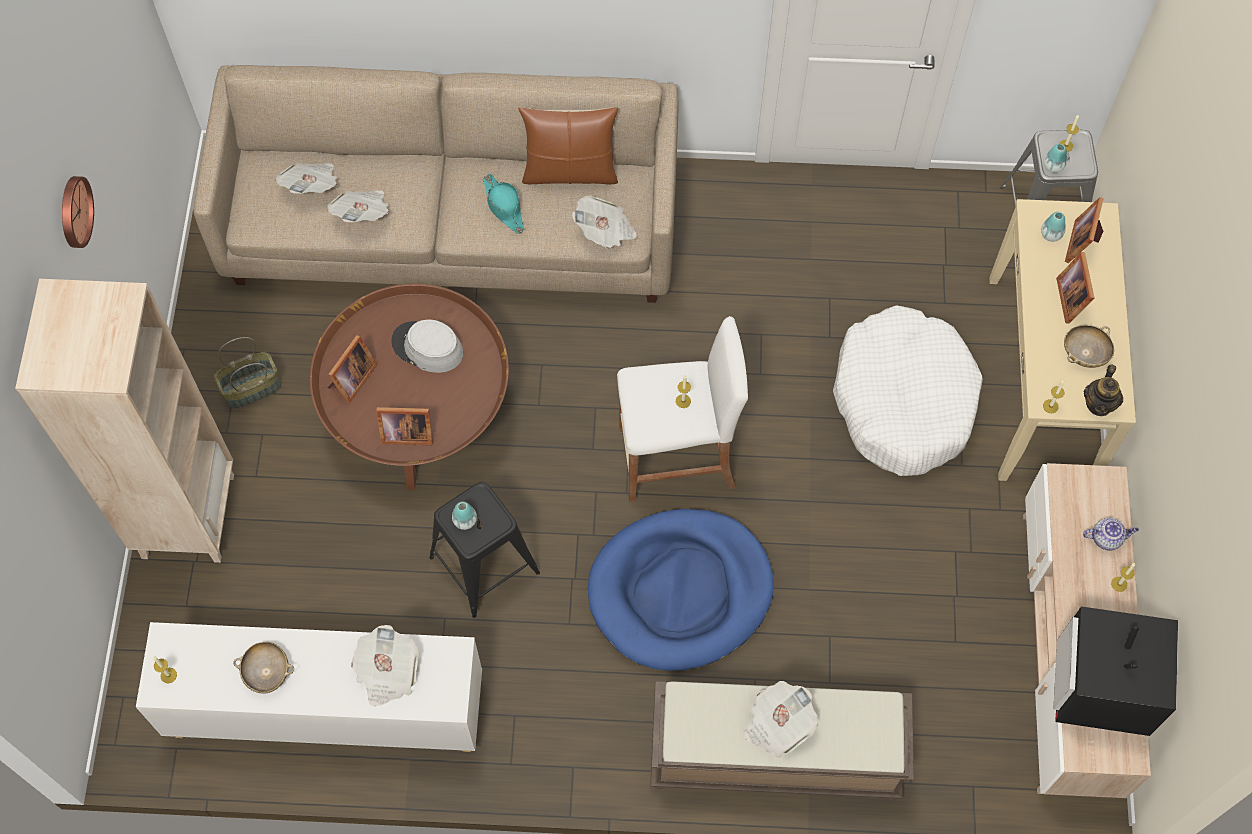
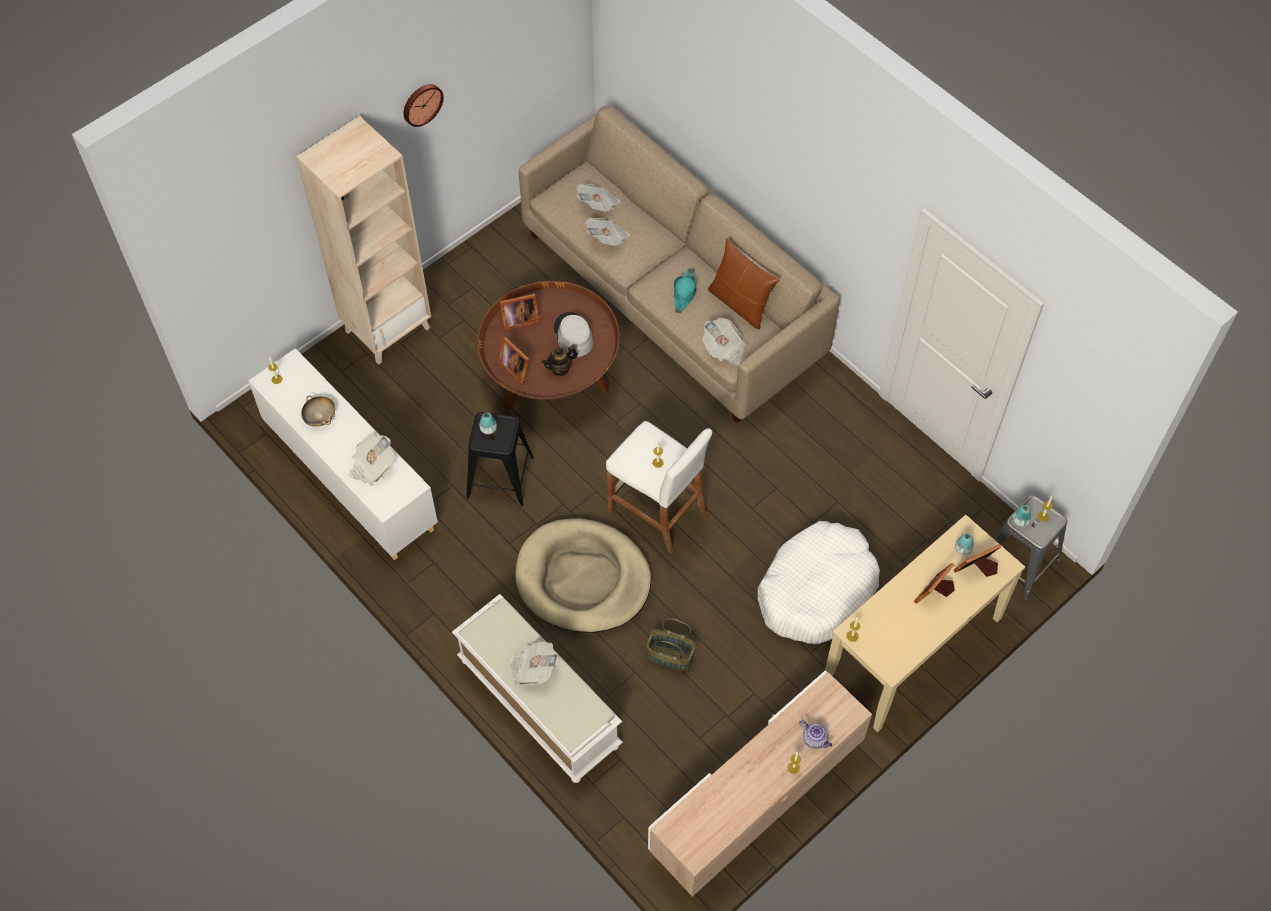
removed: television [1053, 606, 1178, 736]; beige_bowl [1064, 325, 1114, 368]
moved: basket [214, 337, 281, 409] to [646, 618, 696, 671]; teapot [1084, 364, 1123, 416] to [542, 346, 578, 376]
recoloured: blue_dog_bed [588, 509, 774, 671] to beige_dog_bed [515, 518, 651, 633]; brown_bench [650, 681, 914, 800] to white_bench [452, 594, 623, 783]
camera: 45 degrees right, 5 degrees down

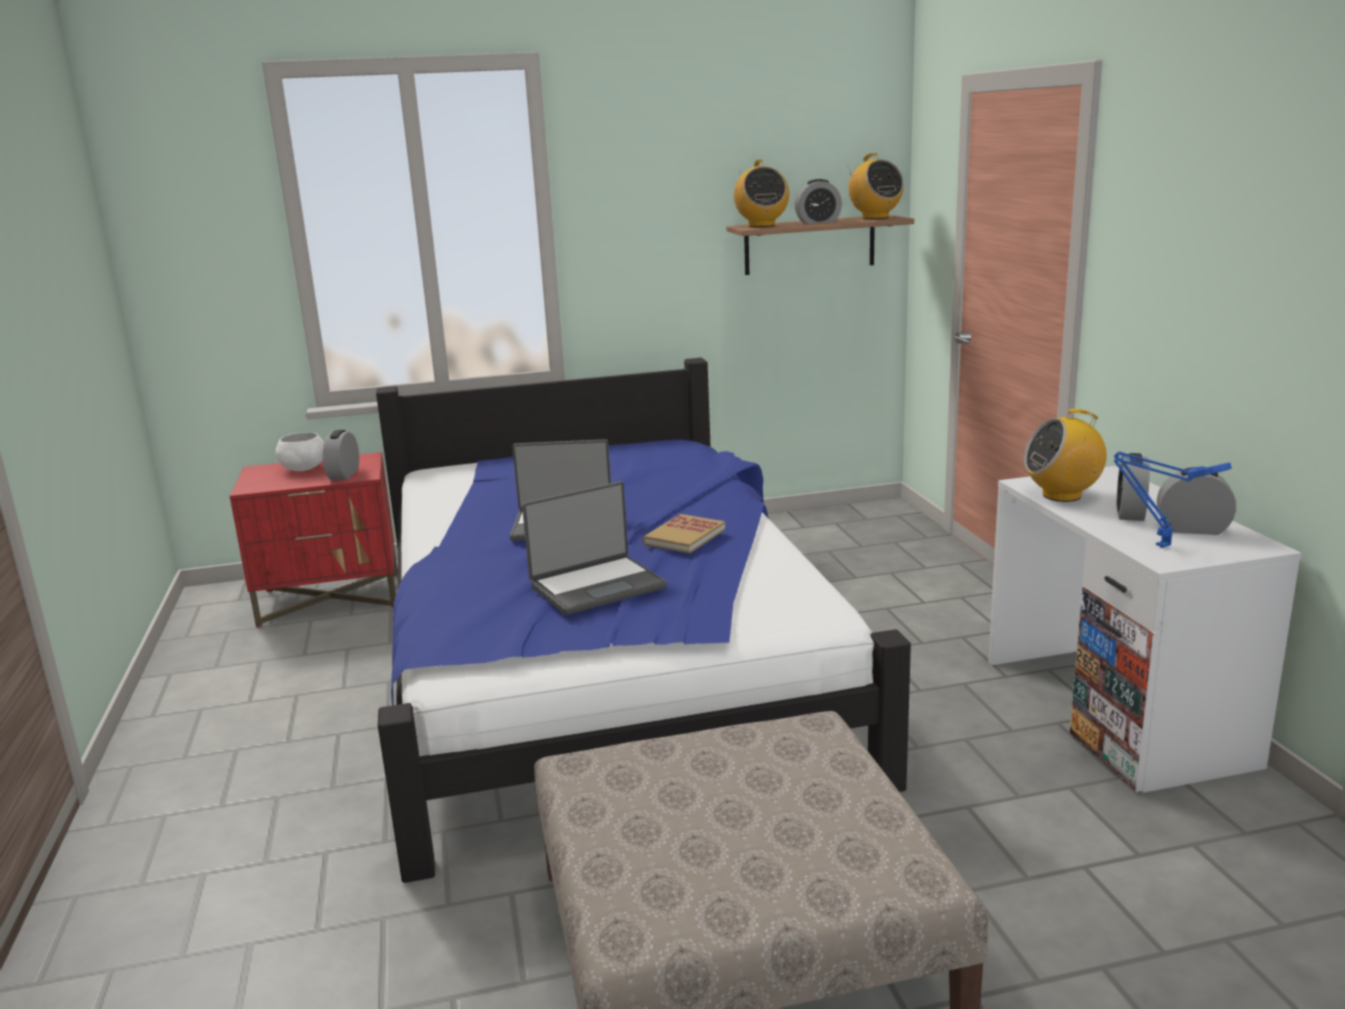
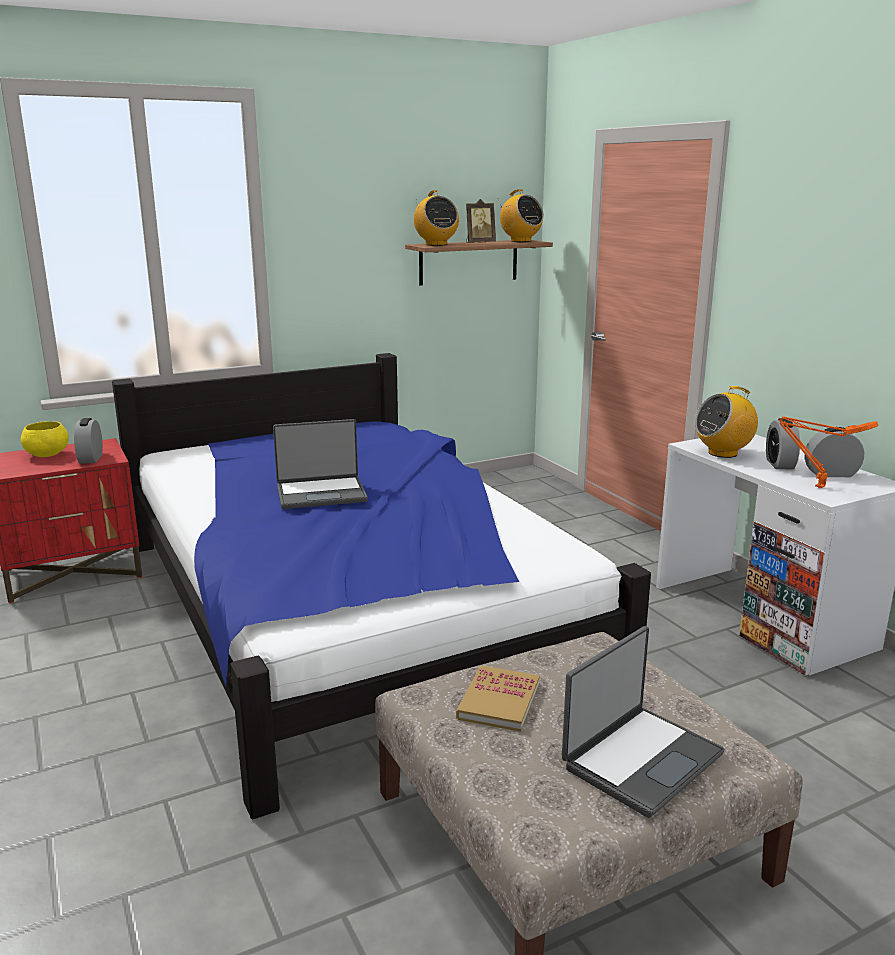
moved: laptop [522, 481, 667, 615] to [562, 626, 724, 818]; book [643, 514, 725, 554] to [456, 665, 540, 732]
replaced: alarm_clock [795, 179, 842, 224] to picture_frame [466, 199, 496, 243]
recoloured: white_bowl [276, 432, 324, 471] to yellow_bowl [21, 421, 69, 457]; blue_table_lamp [1114, 452, 1232, 548] to orange_table_lamp [779, 417, 878, 488]
camera: 15 degrees left, 0 degrees up

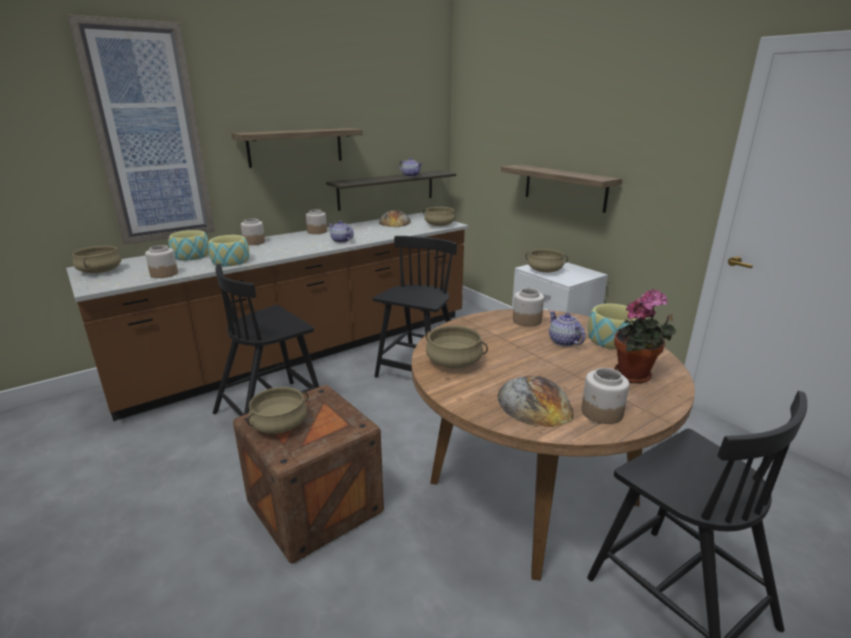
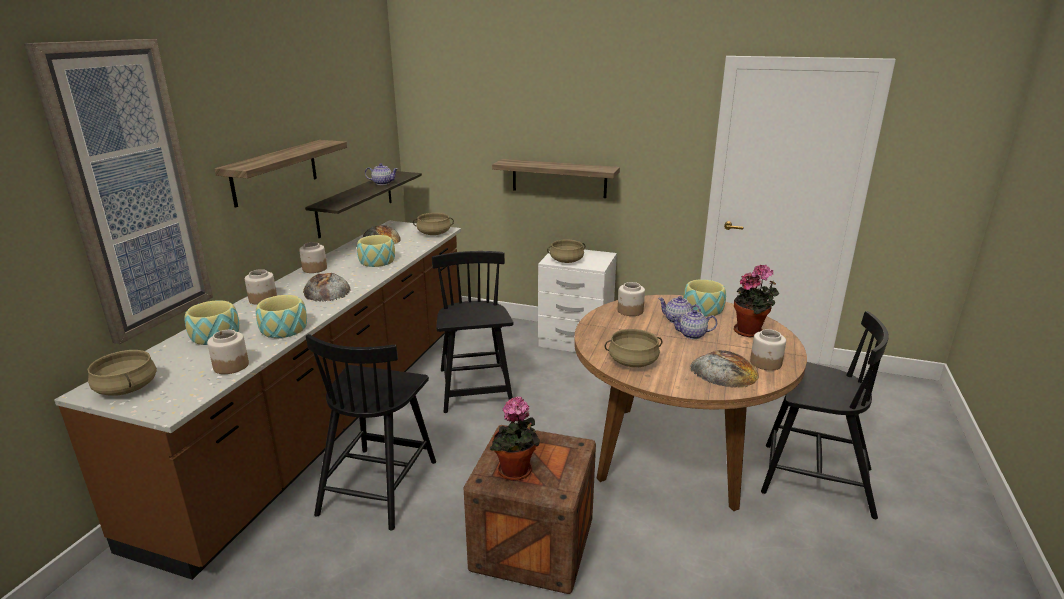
added: bread [303, 273, 351, 302]; bowl [357, 235, 395, 267]
moved: teapot [329, 221, 354, 243] to [671, 310, 717, 339]
replaced: beige_cooking_pot [247, 387, 308, 434] to potted_plant [490, 397, 540, 481]
camera: 35 degrees left, 0 degrees up

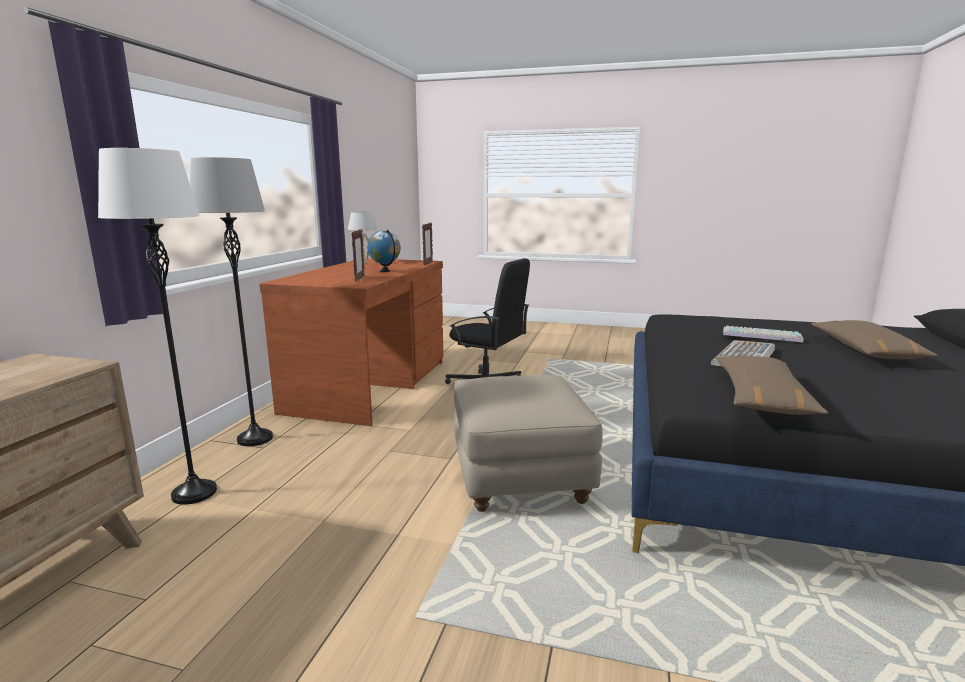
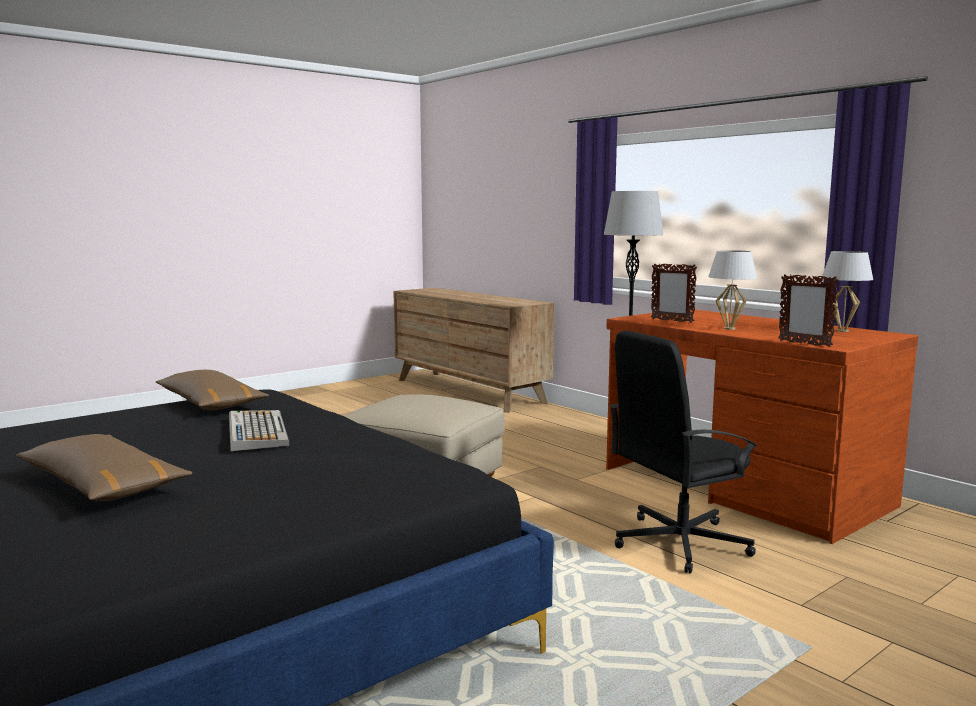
removed: white_floor_lamp [98, 148, 217, 505]; keyboard [723, 326, 804, 343]
replaced: globe [367, 230, 401, 272] to white_table_lamp [708, 250, 757, 330]
camera: 125 degrees right, 5 degrees down

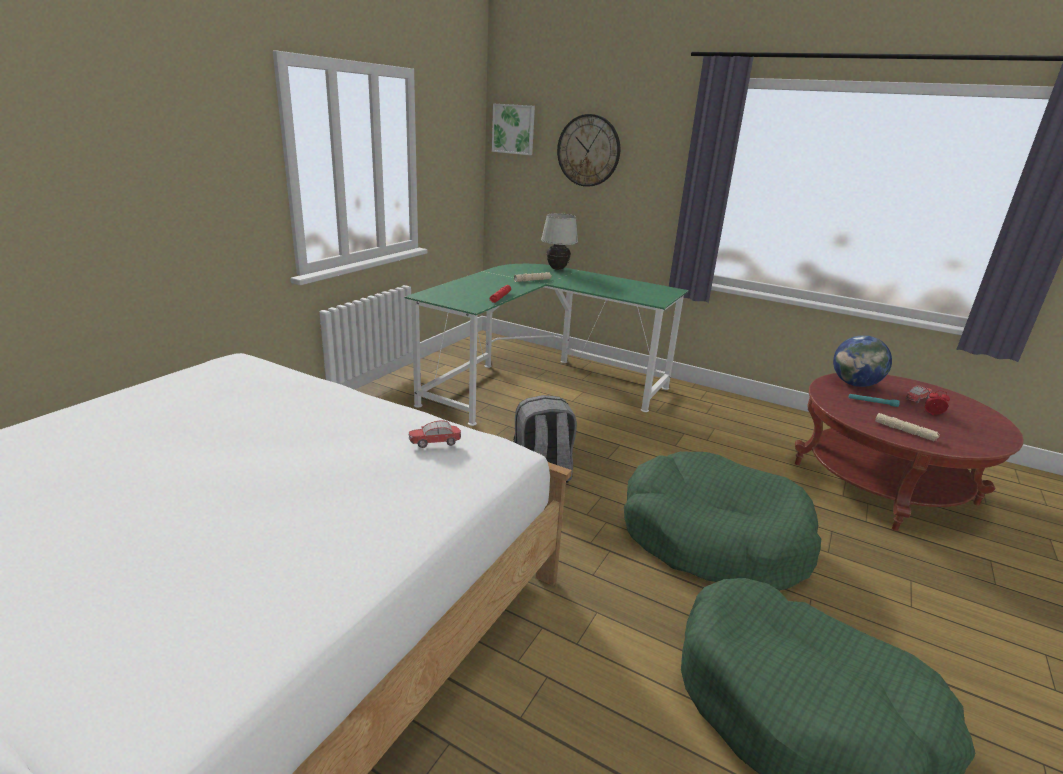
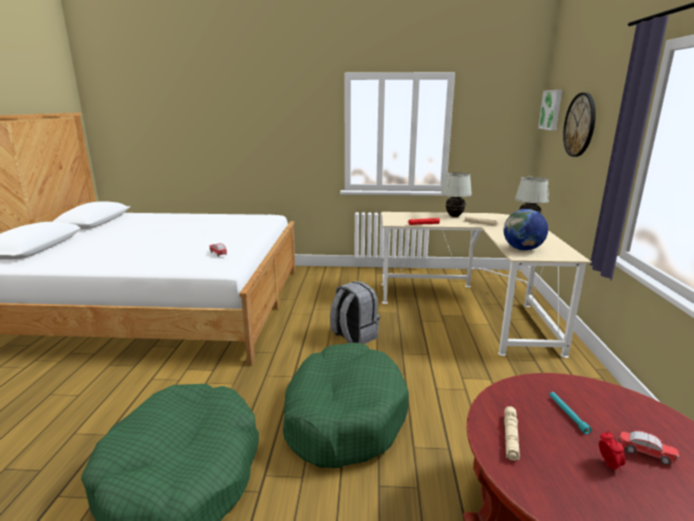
added: white_table_lamp [441, 172, 472, 217]
moved: globe [833, 335, 892, 387] to [504, 209, 548, 250]
recoloured: green_desk [404, 264, 689, 426] to beige_desk [381, 212, 592, 358]
camera: 65 degrees right, 5 degrees down

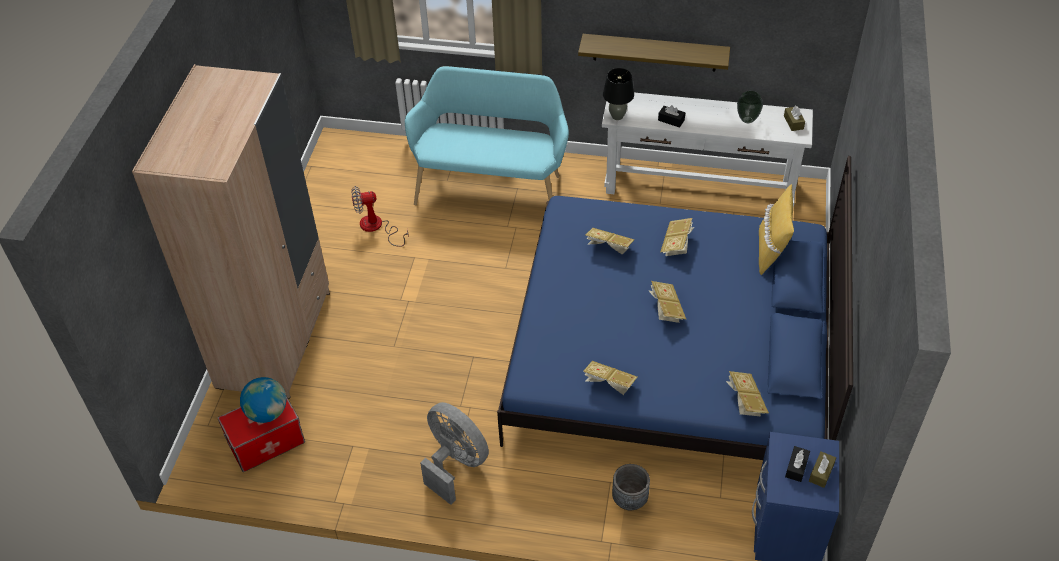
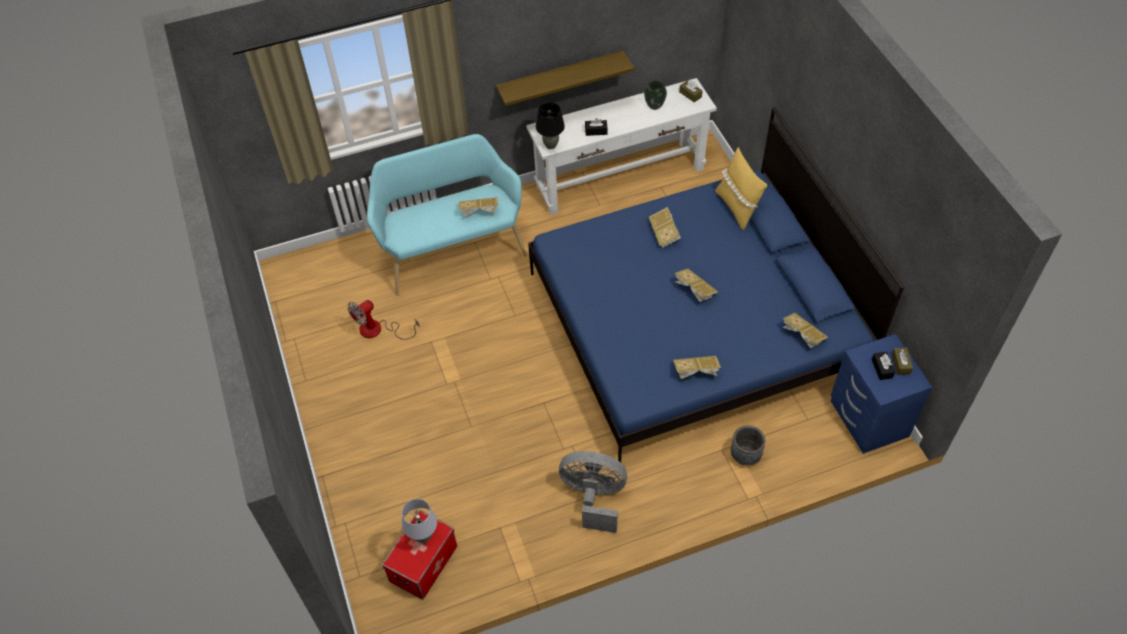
removed: beige_wardrobe [132, 64, 330, 399]
moved: book [585, 228, 634, 255] to [459, 197, 498, 217]
replaced: globe [240, 377, 286, 423] to grey_table_lamp [402, 499, 437, 543]
camera: 30 degrees left, 5 degrees up

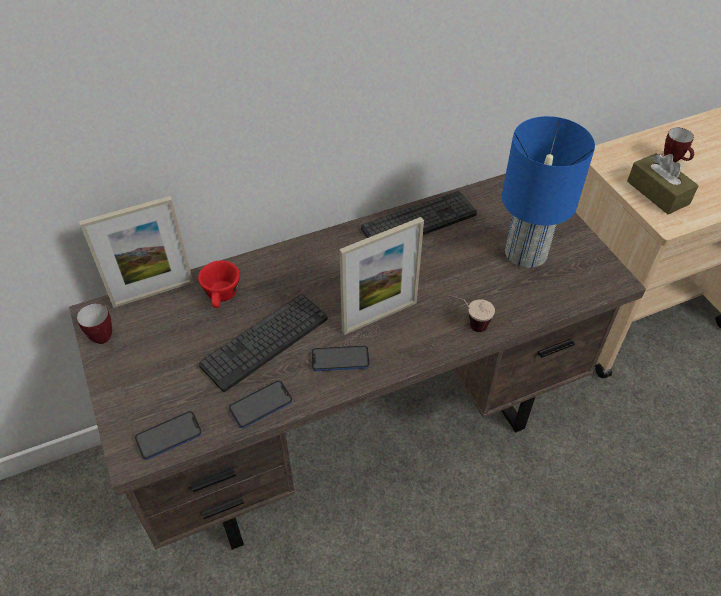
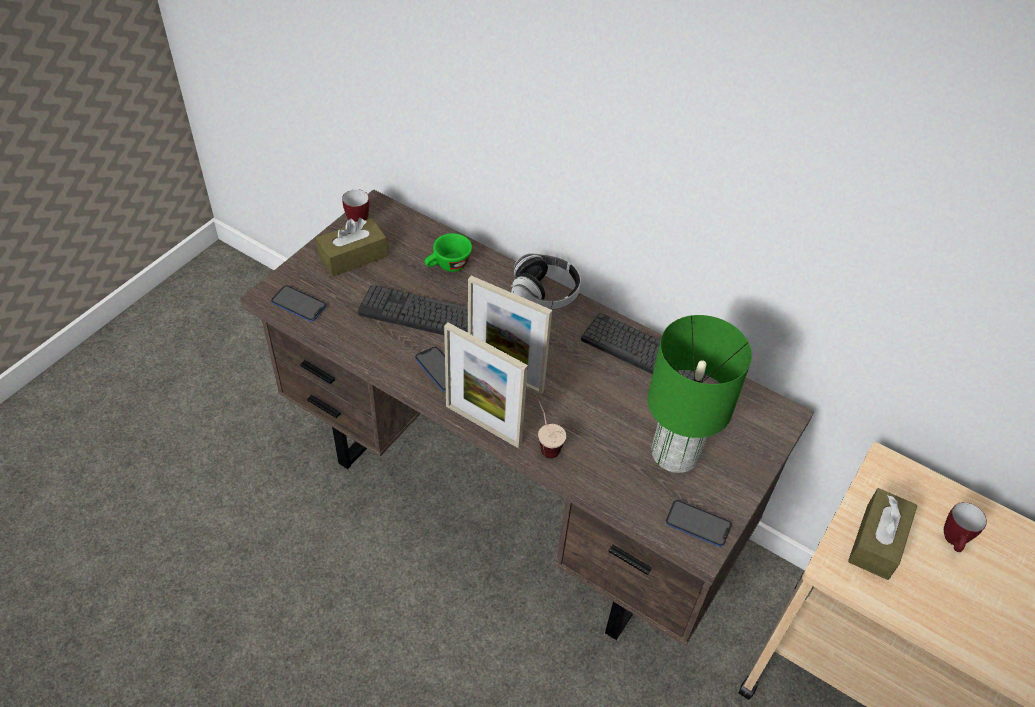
added: brown_tissue_box [316, 218, 388, 277]; headphones [511, 253, 581, 309]
moved: picture_frame [79, 196, 193, 308] to [444, 322, 528, 448]; phone [229, 380, 292, 428] to [666, 500, 732, 547]
recoloured: red_cup [198, 260, 240, 308] to green_cup [424, 233, 472, 272]; blue_table_lamp [502, 116, 595, 268] to green_table_lamp [648, 315, 752, 473]
camera: 55 degrees right, 0 degrees up

